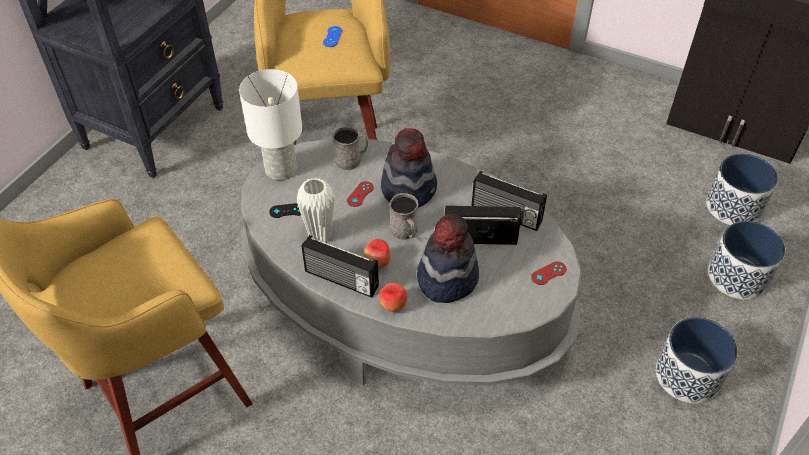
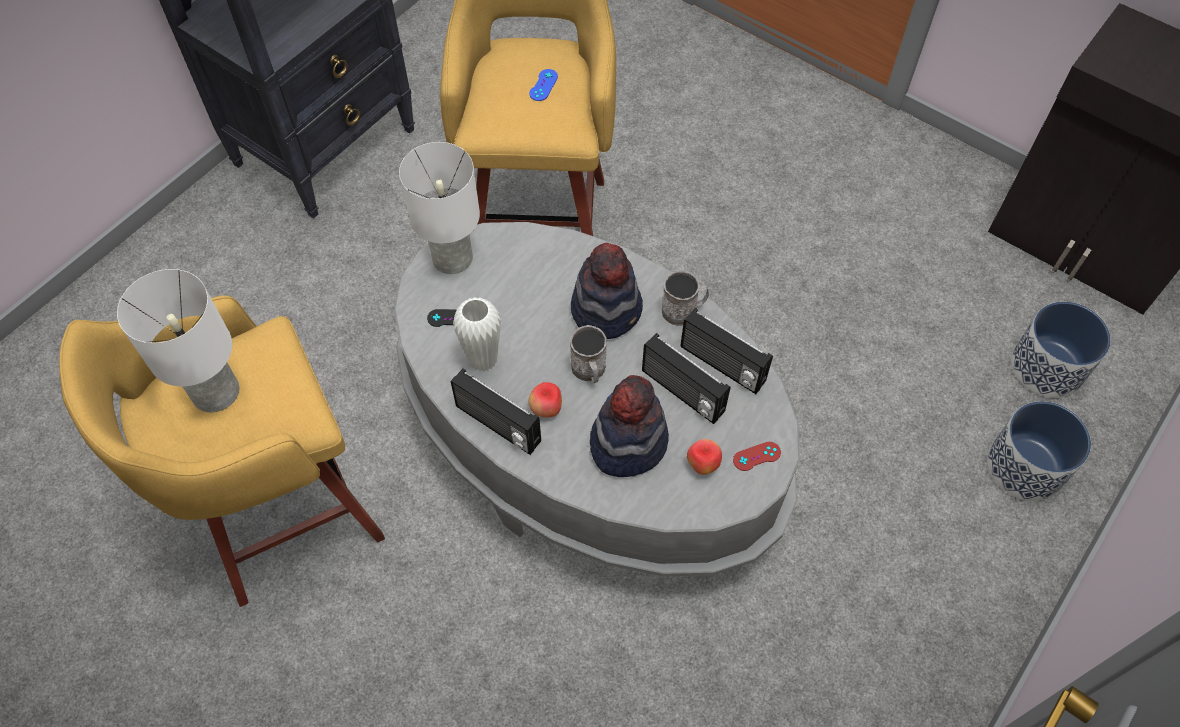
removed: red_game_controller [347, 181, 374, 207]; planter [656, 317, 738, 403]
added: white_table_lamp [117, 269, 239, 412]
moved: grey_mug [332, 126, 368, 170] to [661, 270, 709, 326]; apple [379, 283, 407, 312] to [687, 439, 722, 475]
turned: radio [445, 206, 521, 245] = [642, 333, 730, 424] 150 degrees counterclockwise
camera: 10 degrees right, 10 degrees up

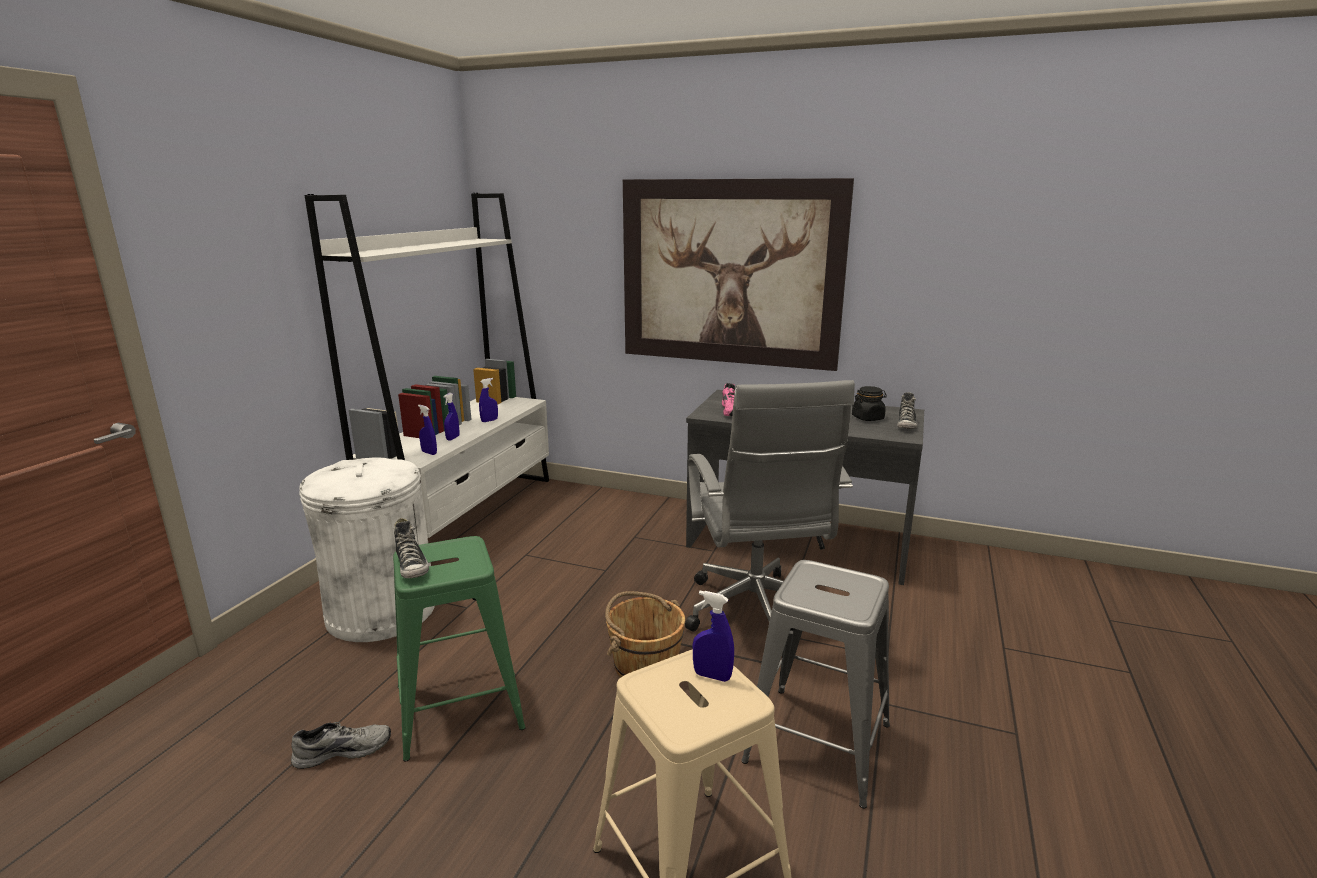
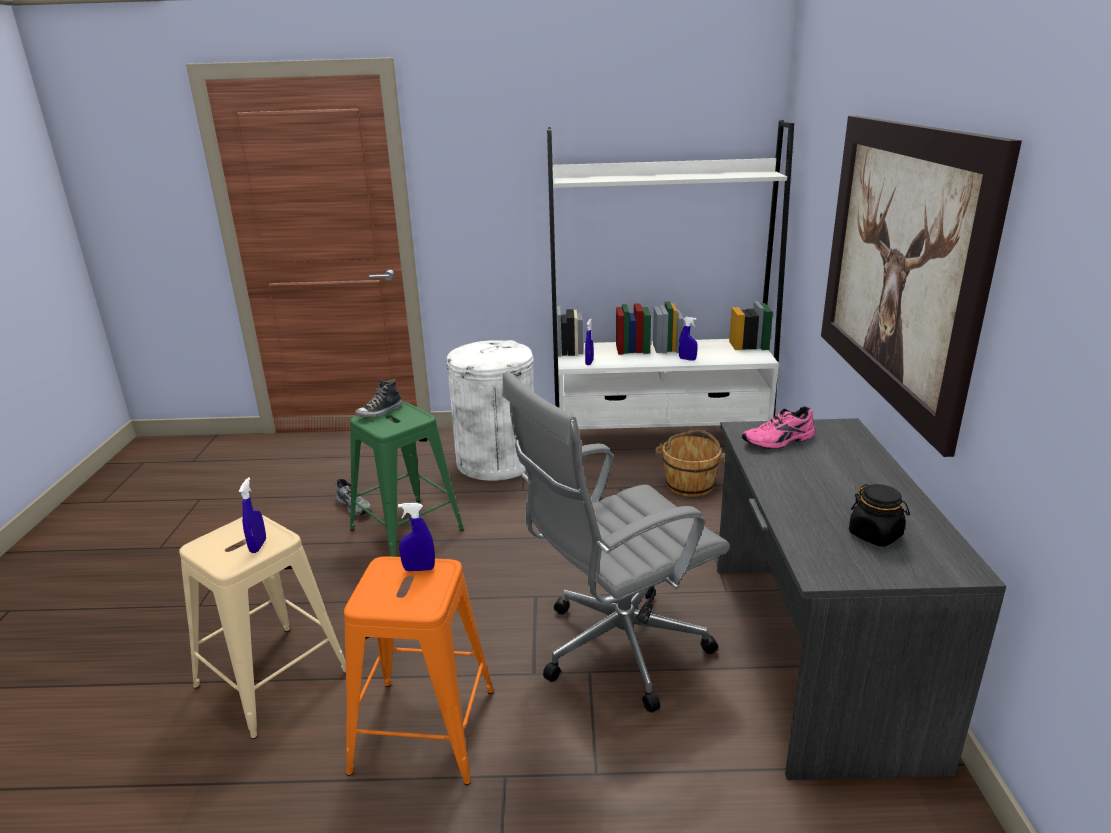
removed: shoe [897, 392, 918, 429]
moved: blue_spray_bottle [443, 393, 459, 441] to [398, 503, 435, 572]; brown_bucket [605, 591, 685, 677] to [655, 430, 725, 497]
recoloured: grey_stool [741, 560, 890, 808] to orange_stool [344, 556, 494, 785]
camera: 70 degrees right, 5 degrees up

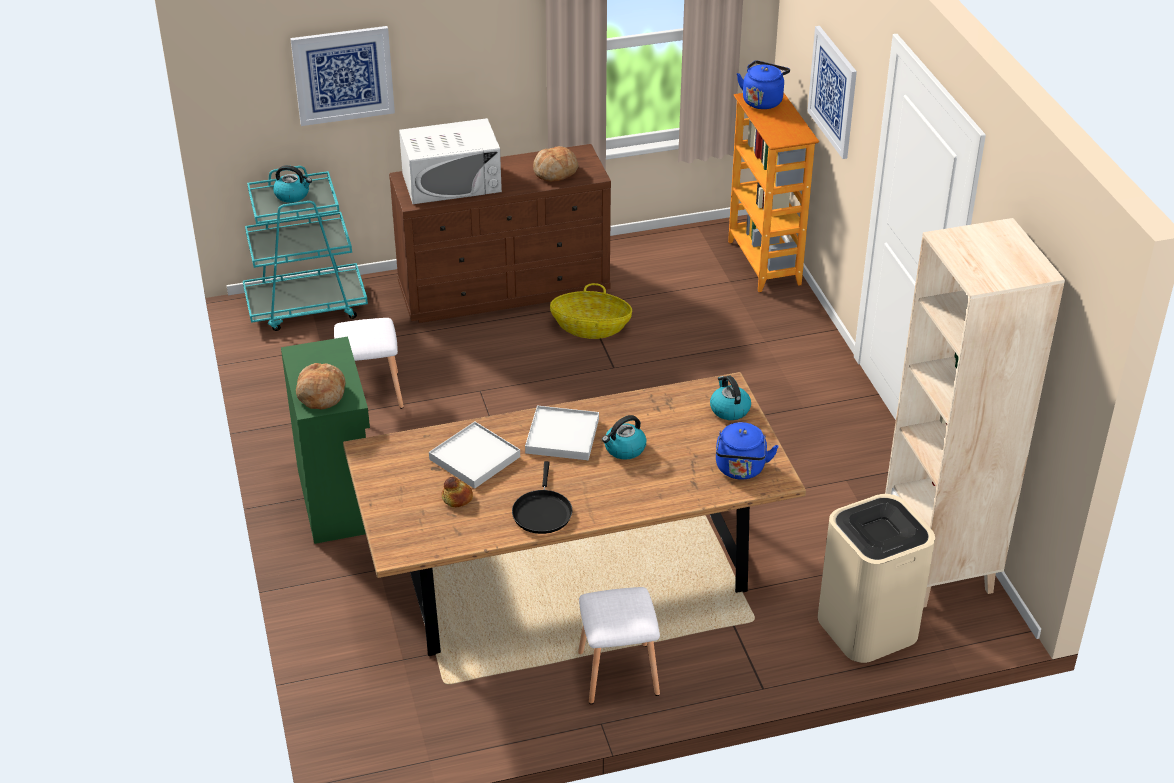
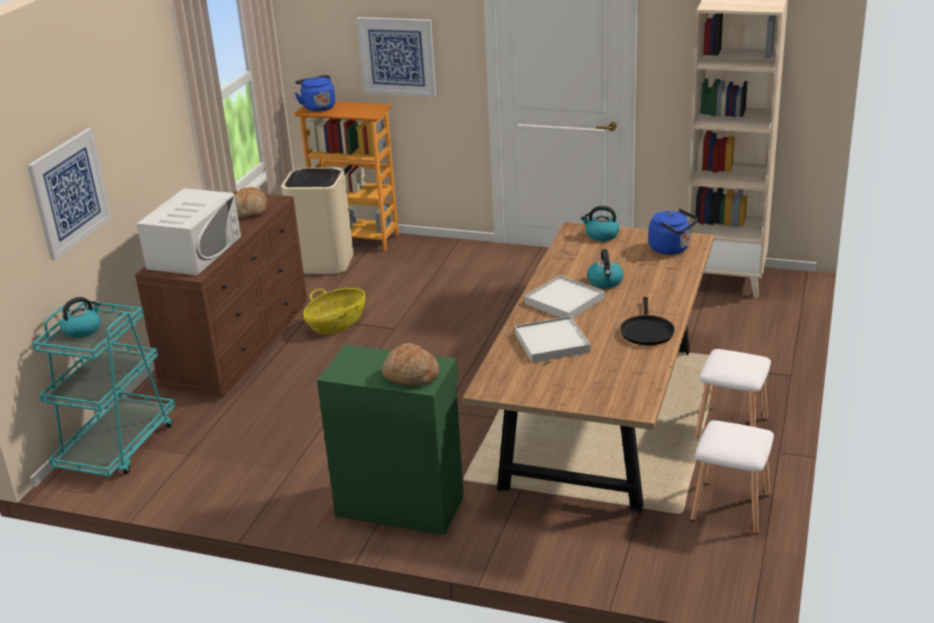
removed: bread [442, 477, 473, 507]
moved: white_stool [334, 318, 404, 409] to [690, 420, 774, 534]; beige_trash_can [818, 494, 935, 663] to [281, 167, 354, 275]
turned: black_frying_pan [512, 461, 572, 534] = [620, 297, 675, 346] 60 degrees clockwise
camera: 55 degrees left, 10 degrees down

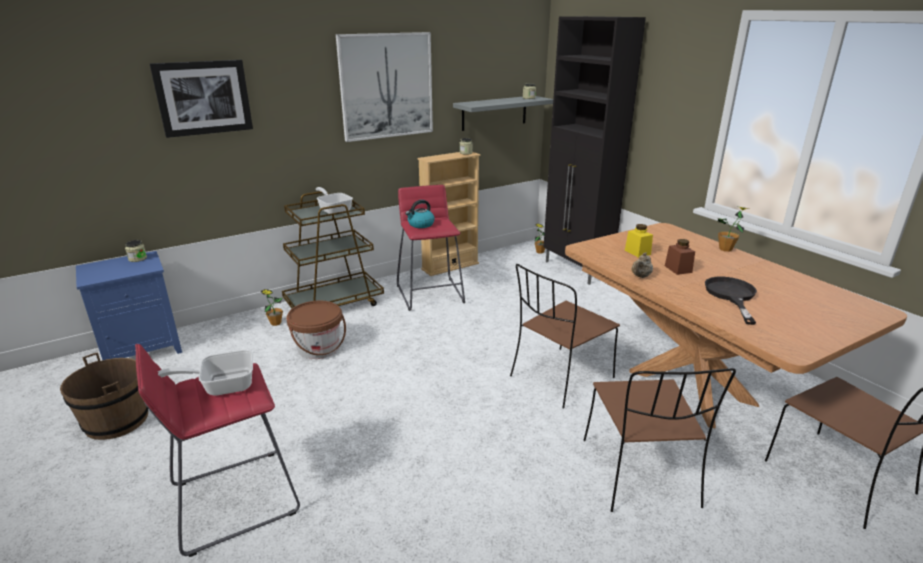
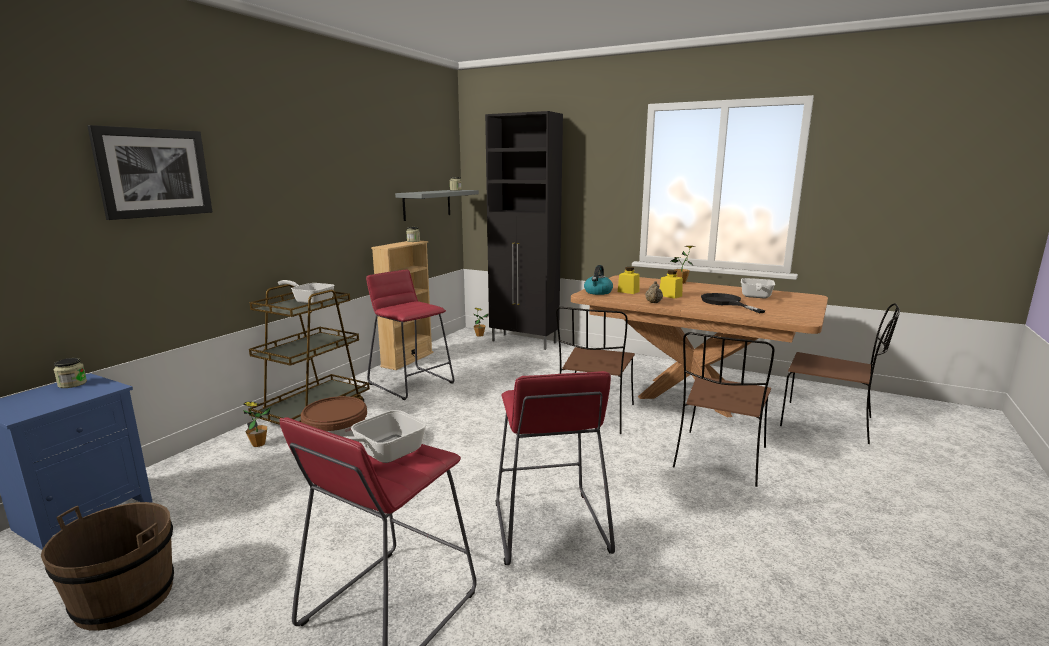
removed: picture [336, 32, 433, 142]
added: red_stool [496, 371, 615, 565]; frying_pan [741, 278, 775, 298]
moved: kettle [405, 200, 435, 228] to [584, 265, 613, 295]
recoloured: brown_jar [665, 239, 695, 275] to yellow_jar [660, 270, 683, 299]
turned: brown_chair [583, 368, 736, 512] = [673, 332, 775, 487] 60 degrees clockwise
camera: 30 degrees left, 10 degrees down

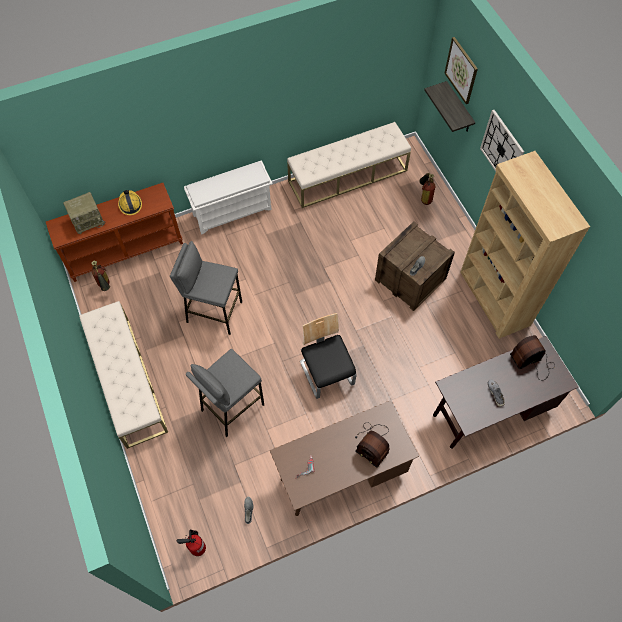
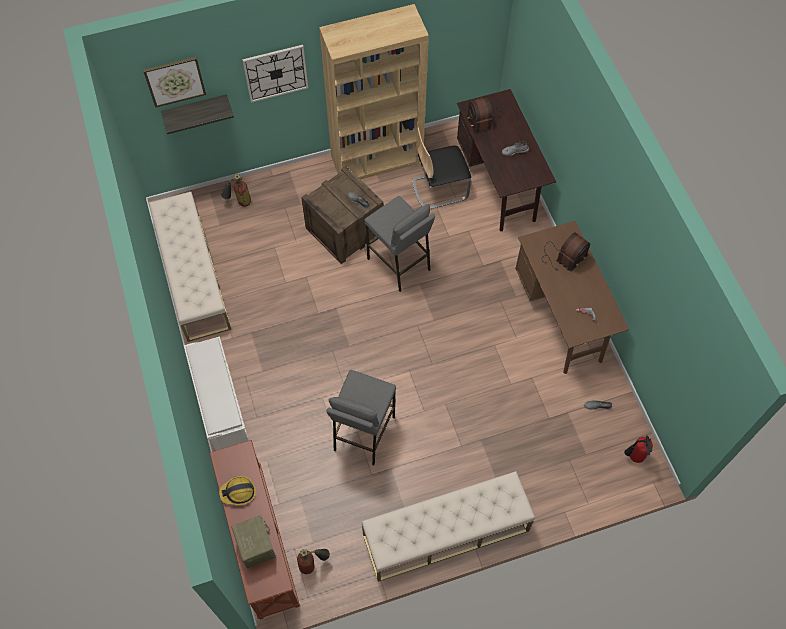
moved: grey_stool [186, 349, 264, 437] to [364, 196, 435, 292]; chair [300, 313, 357, 399] to [413, 127, 471, 209]
camera: 85 degrees left, 0 degrees up

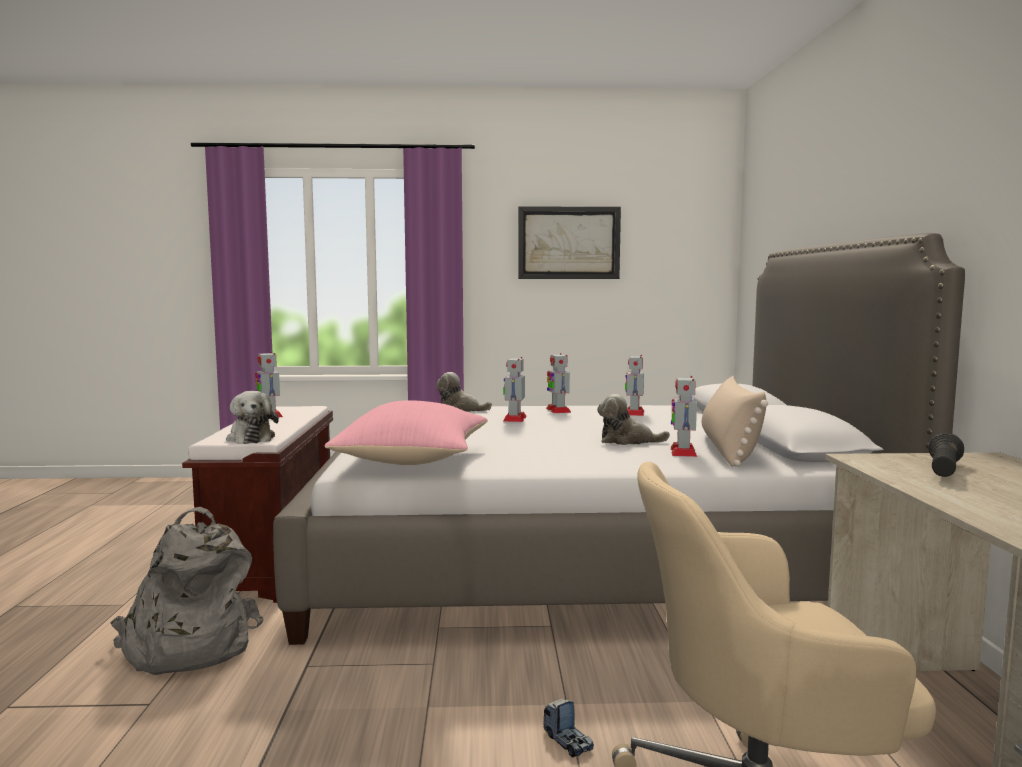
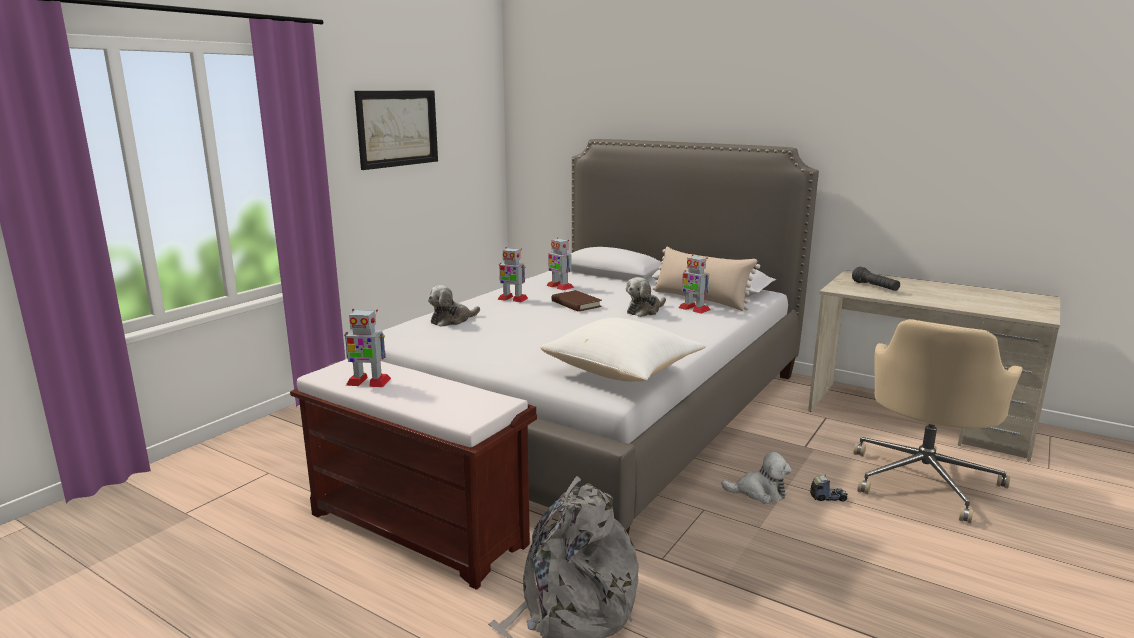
removed: toy_robot [503, 357, 527, 422]
added: brown_book [551, 290, 602, 311]
moved: plush_toy [226, 391, 279, 444] to [721, 452, 792, 504]
recoloured: pink_pillow [325, 400, 487, 465] to white_pillow [541, 318, 706, 382]
camera: 55 degrees left, 10 degrees up

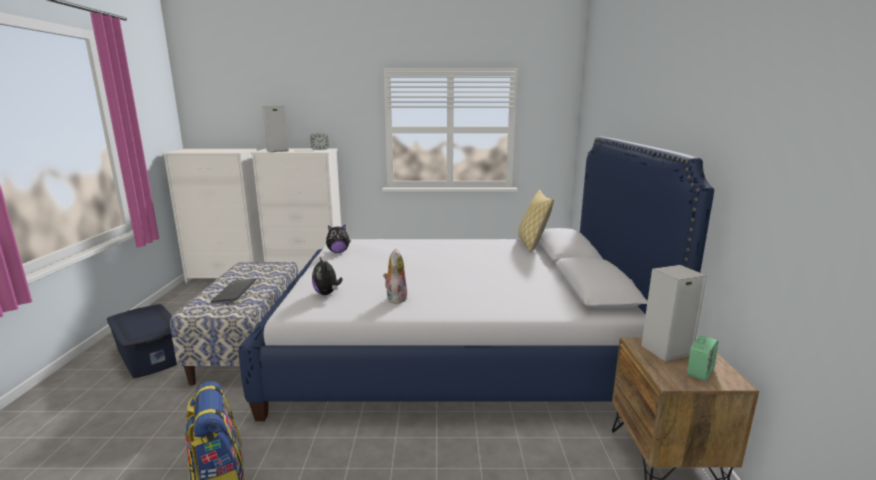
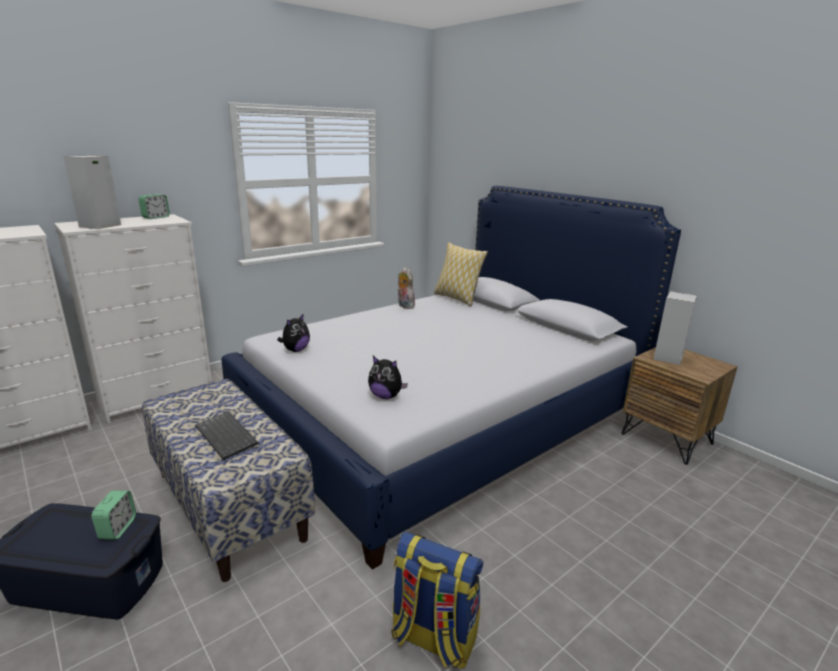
moved: plush_toy [383, 249, 407, 304] to [398, 267, 415, 309]; alarm_clock [687, 335, 718, 381] to [91, 491, 136, 540]
camera: 40 degrees left, 5 degrees up

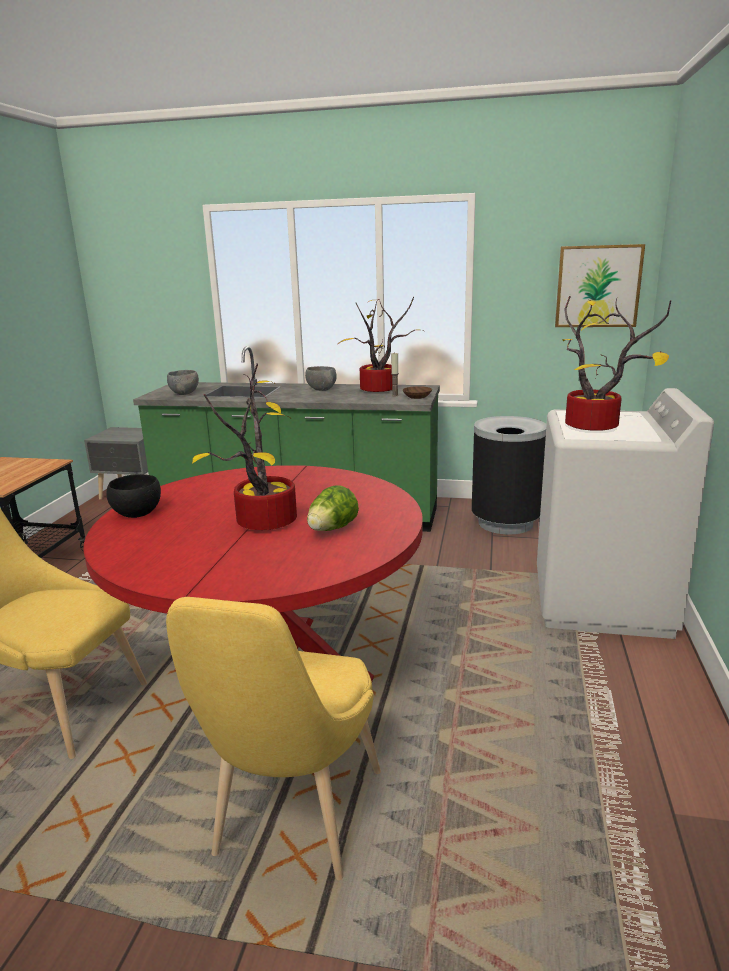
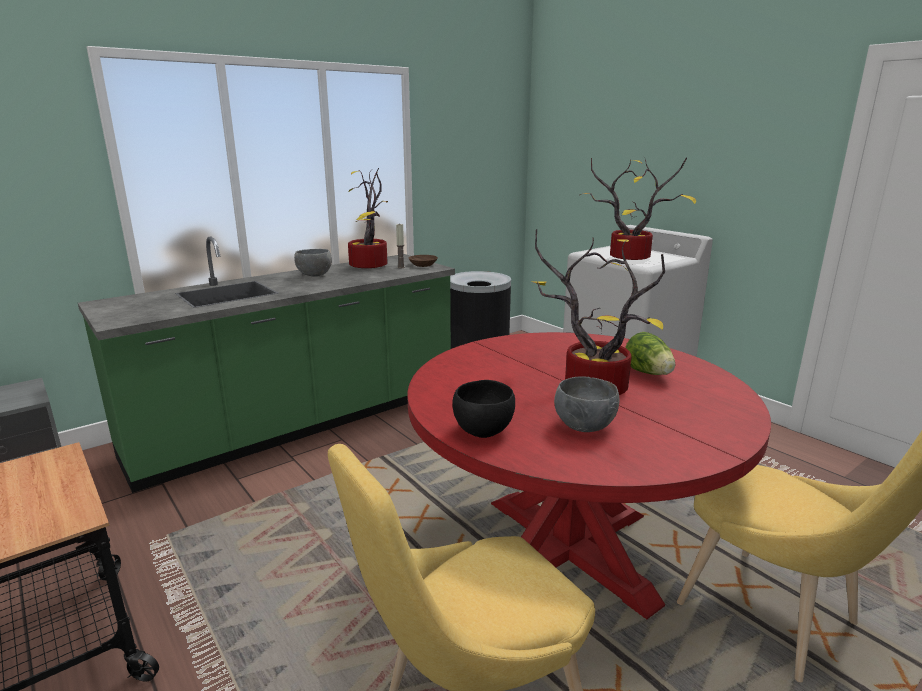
removed: picture [555, 244, 645, 327]
moved: grey_bowl [167, 370, 199, 395] to [554, 377, 619, 432]
camera: 50 degrees left, 0 degrees up

